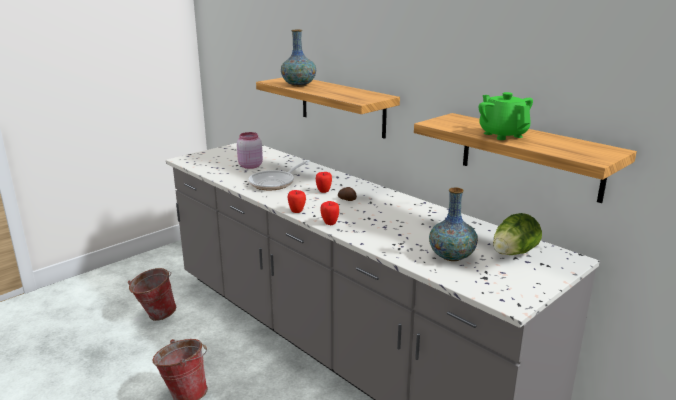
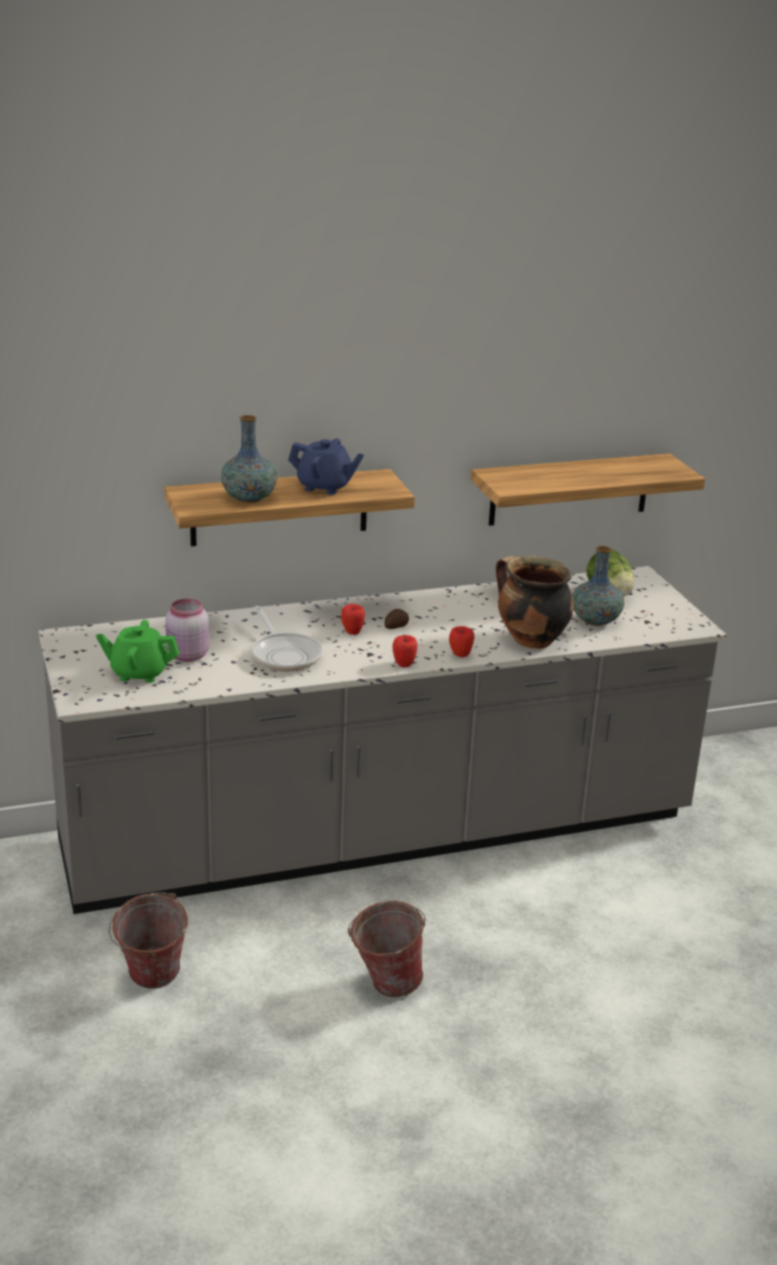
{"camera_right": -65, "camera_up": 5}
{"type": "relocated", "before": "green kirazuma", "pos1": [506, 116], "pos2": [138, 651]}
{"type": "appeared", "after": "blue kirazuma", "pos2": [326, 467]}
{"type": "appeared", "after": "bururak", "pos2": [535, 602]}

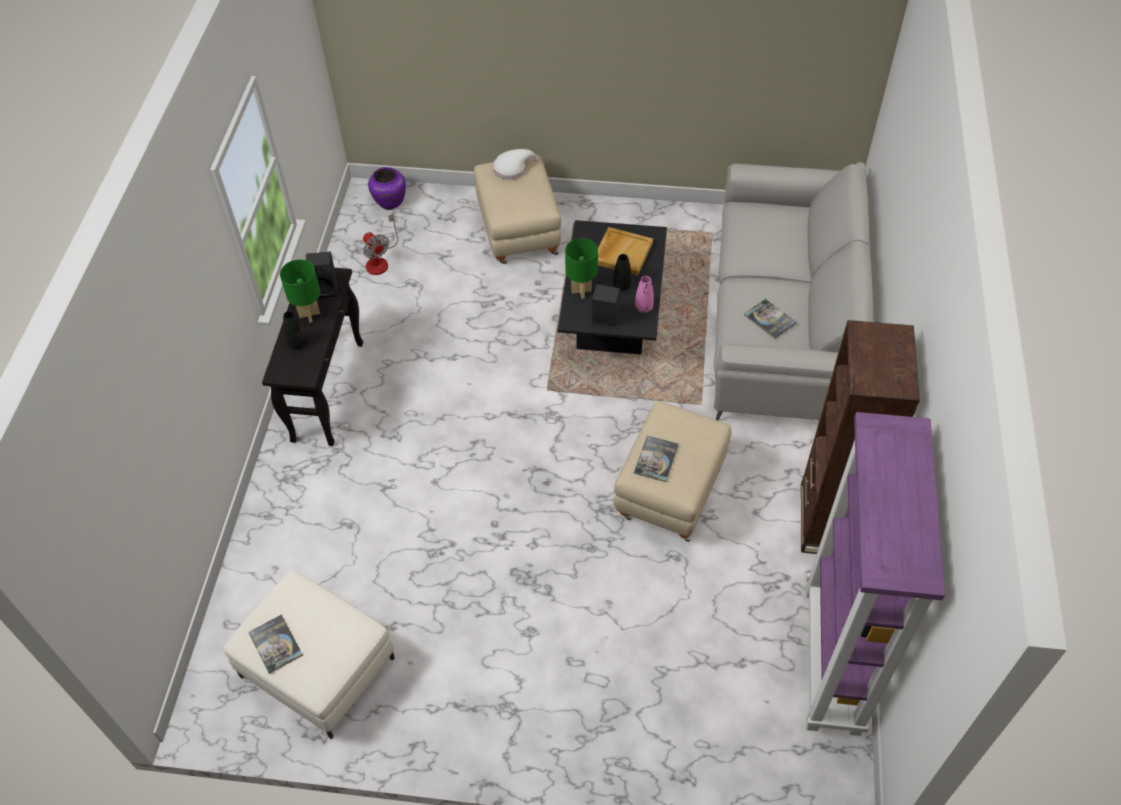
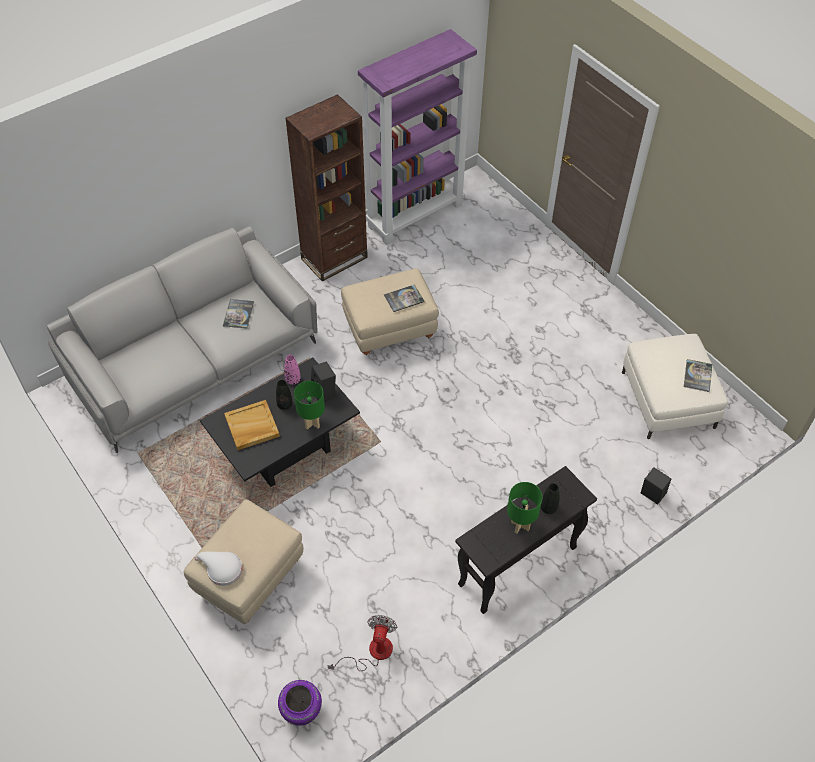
{"camera_right": -135, "camera_up": 0}
{"type": "relocated", "before": "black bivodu", "pos1": [322, 275], "pos2": [656, 486]}

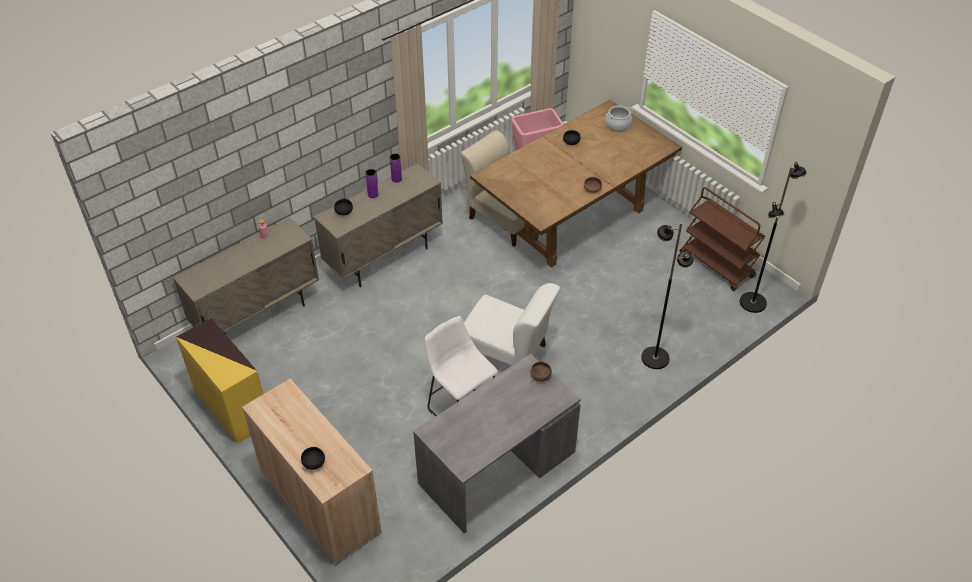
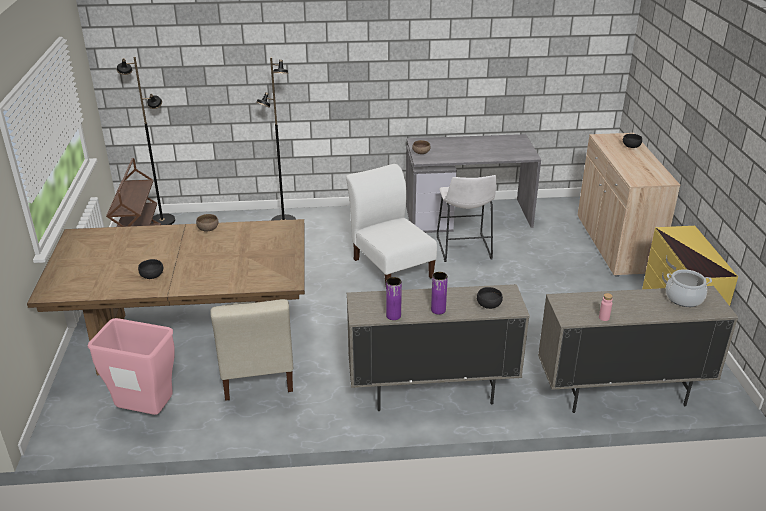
{"camera_right": -145, "camera_up": -15}
{"type": "relocated", "before": "bururak", "pos1": [619, 119], "pos2": [689, 288]}

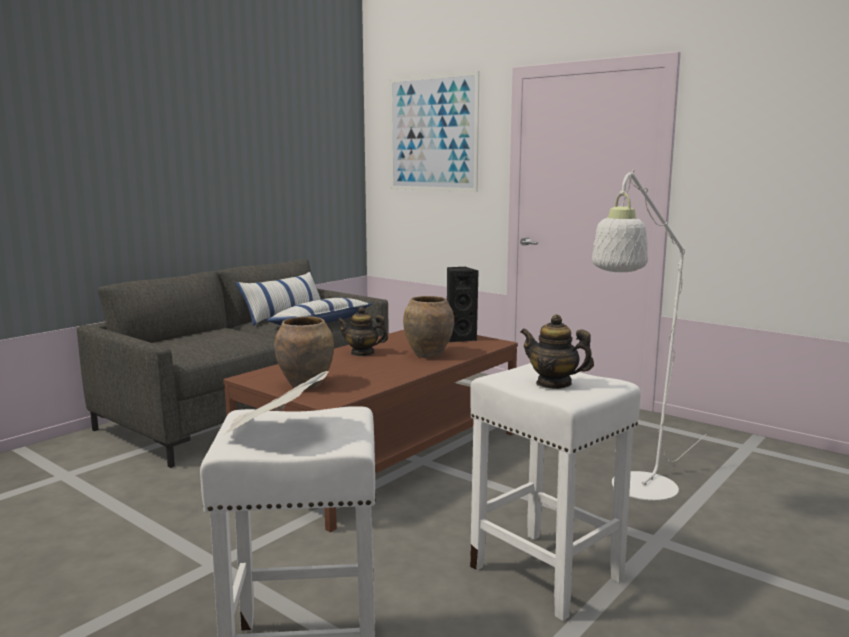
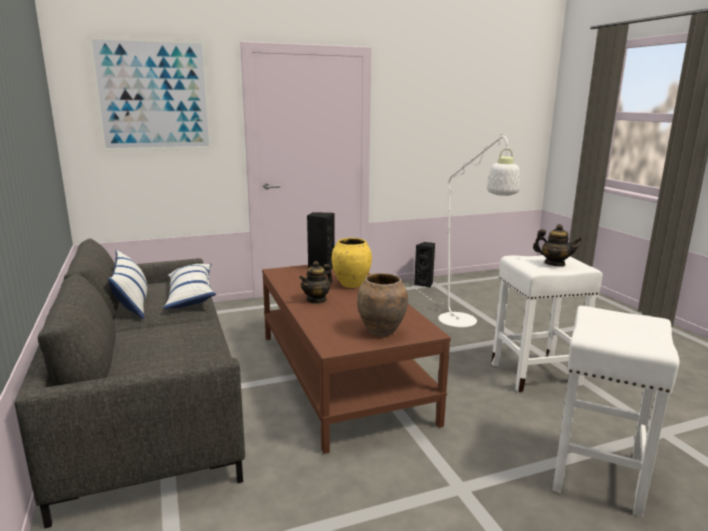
{"camera_right": -60, "camera_up": 5}
{"type": "missing", "before": "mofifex", "pos1": [275, 403]}
{"type": "colour", "before": "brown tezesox", "after": "yellow tezesox", "pos1": [428, 327], "pos2": [352, 263]}
{"type": "spun", "before": "kirazuma", "pos1": [557, 352], "pos2": [557, 245], "turn": -120}
{"type": "appeared", "after": "black bivodu", "pos2": [424, 265]}

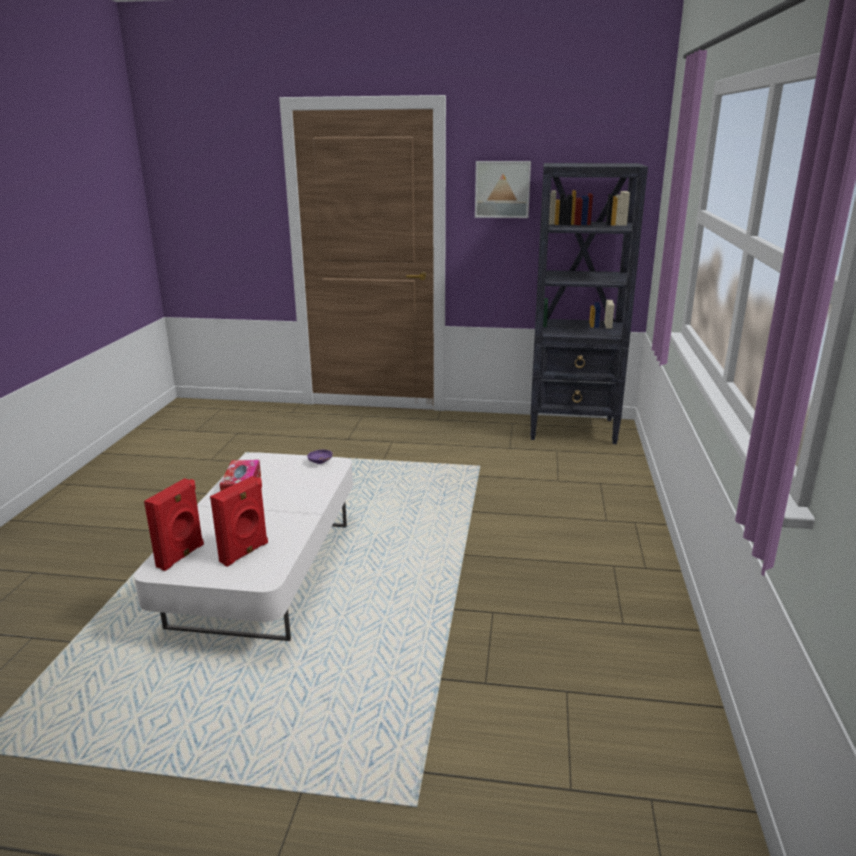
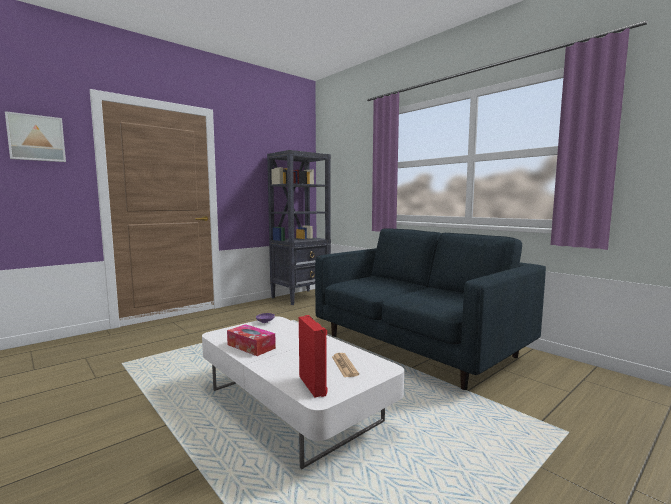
{"camera_right": -50, "camera_up": -15}
{"type": "exchanged", "before": "red bivodu", "after": "mofifex", "pos1": [239, 521], "pos2": [345, 365]}
{"type": "relocated", "before": "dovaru", "pos1": [503, 189], "pos2": [35, 136]}
{"type": "appeared", "after": "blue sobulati", "pos2": [430, 309]}

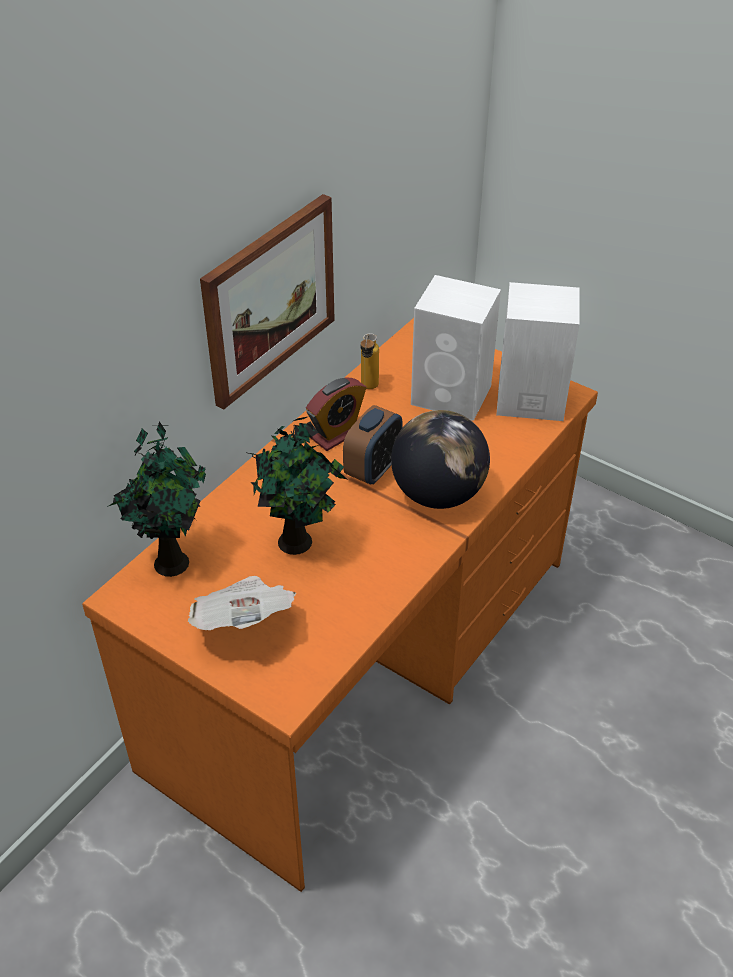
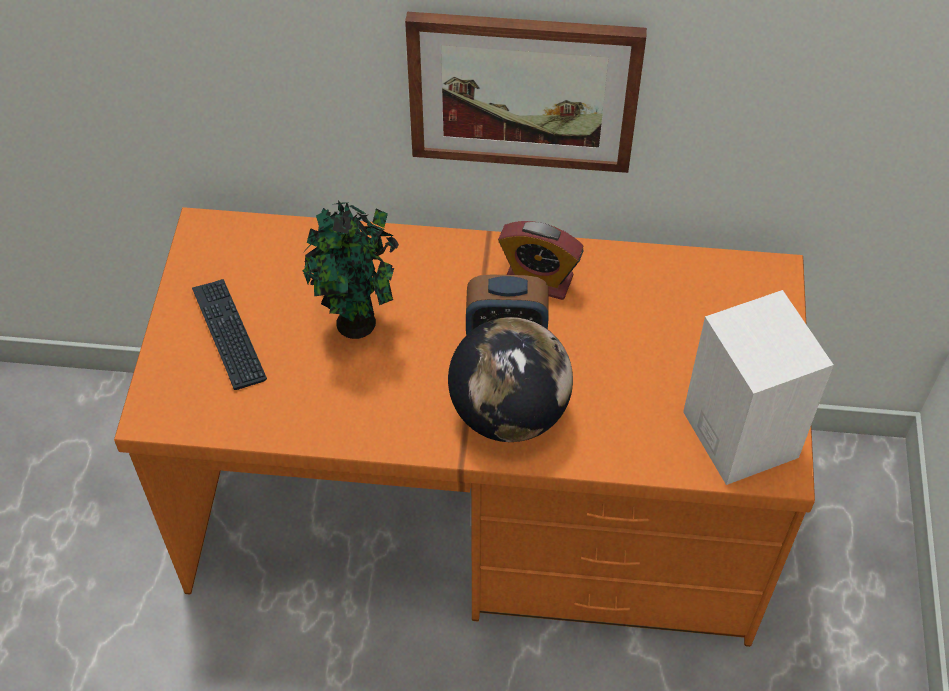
{"camera_right": 60, "camera_up": 10}
{"type": "missing", "before": "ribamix", "pos1": [156, 499]}
{"type": "exchanged", "before": "mofifex", "after": "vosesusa", "pos1": [242, 603], "pos2": [229, 334]}
{"type": "missing", "before": "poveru", "pos1": [369, 361]}
{"type": "missing", "before": "white bivodu", "pos1": [456, 348]}

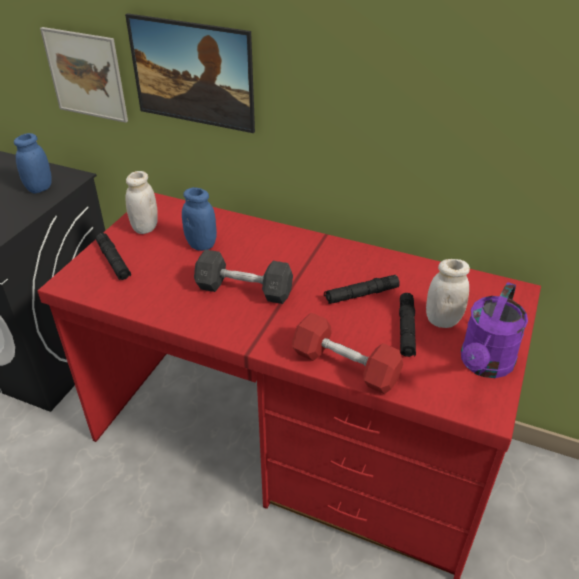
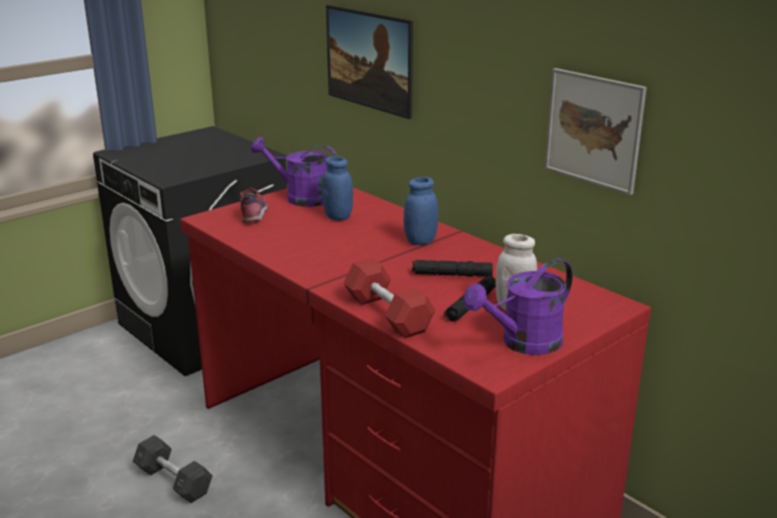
{"camera_right": 25, "camera_up": -15}
{"type": "relocated", "before": "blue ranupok", "pos1": [33, 163], "pos2": [421, 211]}
{"type": "relocated", "before": "dovaru", "pos1": [84, 75], "pos2": [596, 131]}
{"type": "exchanged", "before": "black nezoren", "after": "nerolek", "pos1": [113, 256], "pos2": [254, 205]}
{"type": "exchanged", "before": "white ranupok", "after": "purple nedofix", "pos1": [141, 202], "pos2": [294, 172]}
{"type": "relocated", "before": "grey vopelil", "pos1": [243, 276], "pos2": [173, 469]}

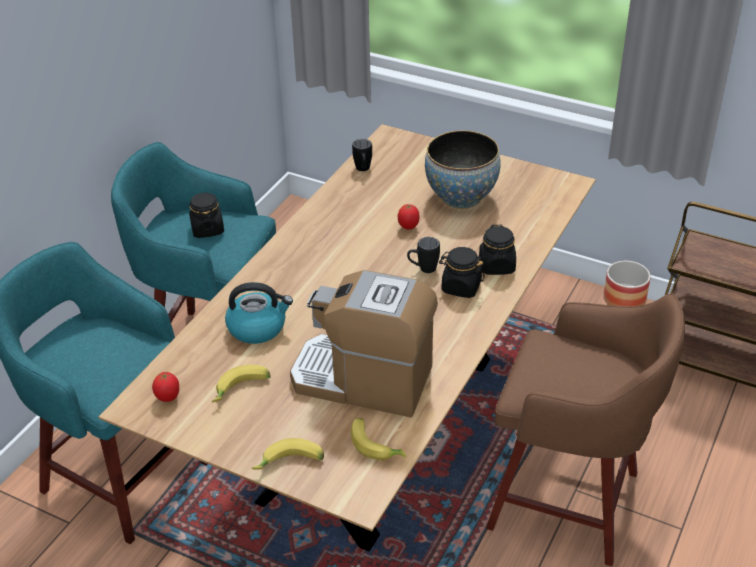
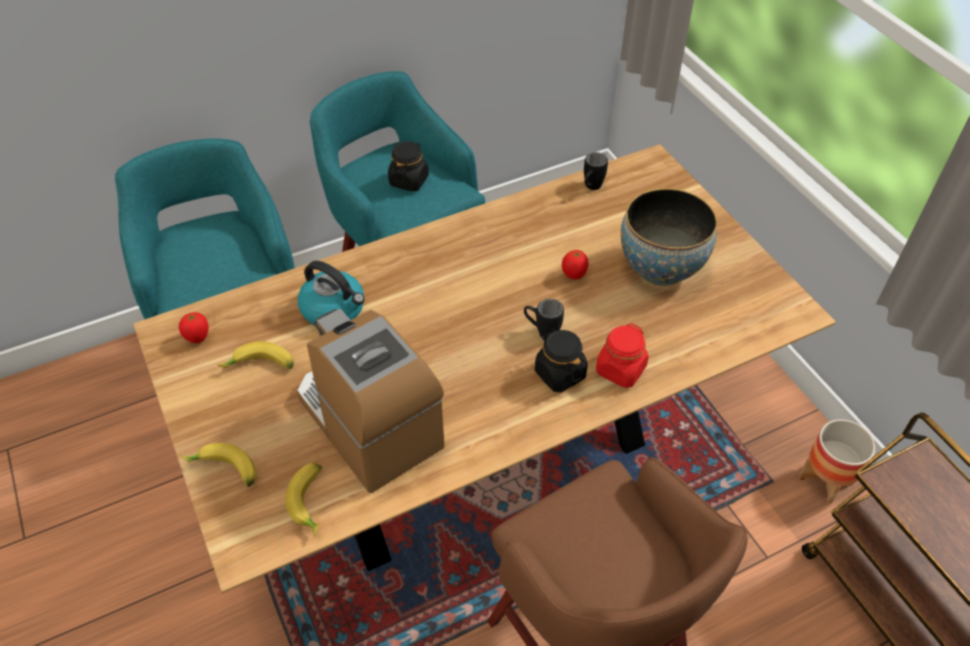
{"camera_right": 35, "camera_up": 10}
{"type": "colour", "before": "black ranupok", "after": "red ranupok", "pos1": [497, 250], "pos2": [622, 355]}

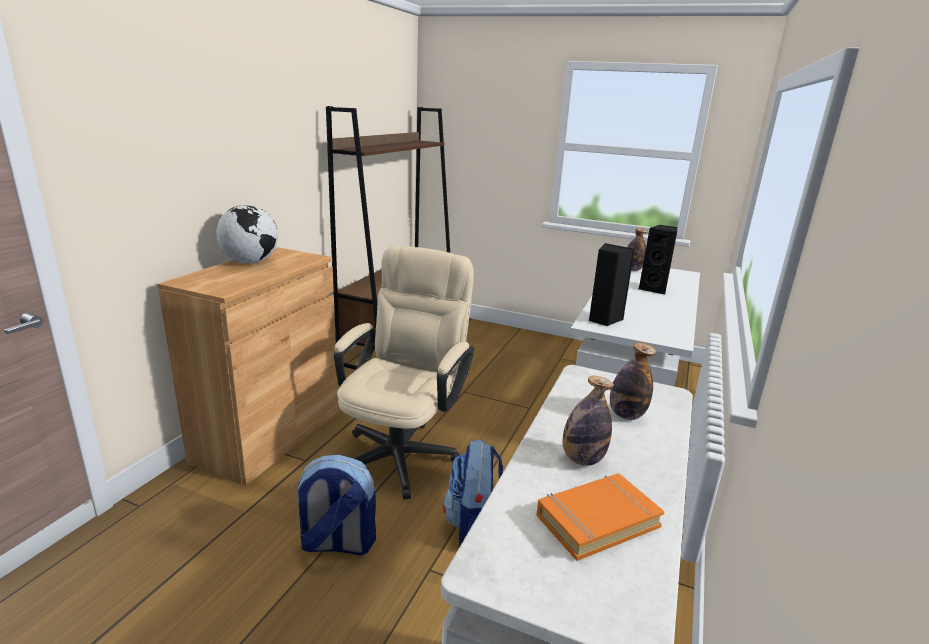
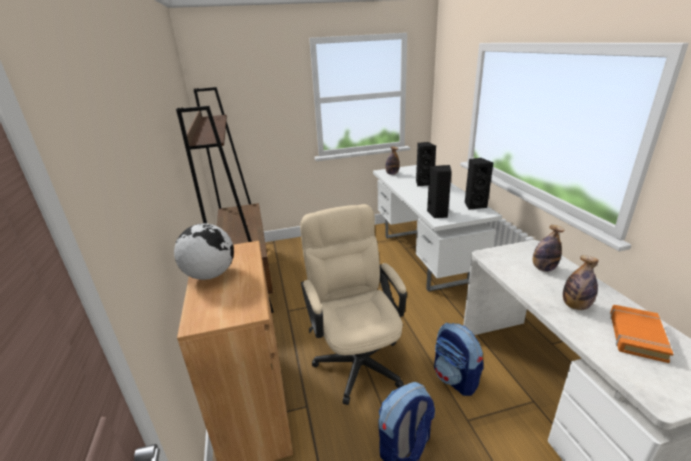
{"camera_right": -35, "camera_up": 5}
{"type": "appeared", "after": "black bivodu", "pos2": [479, 184]}

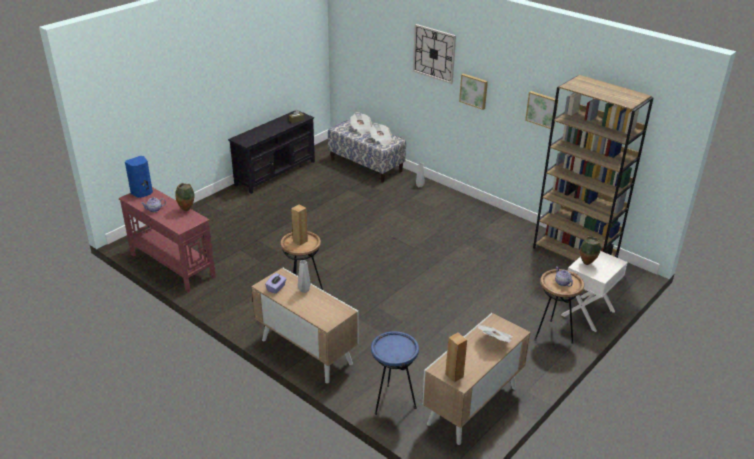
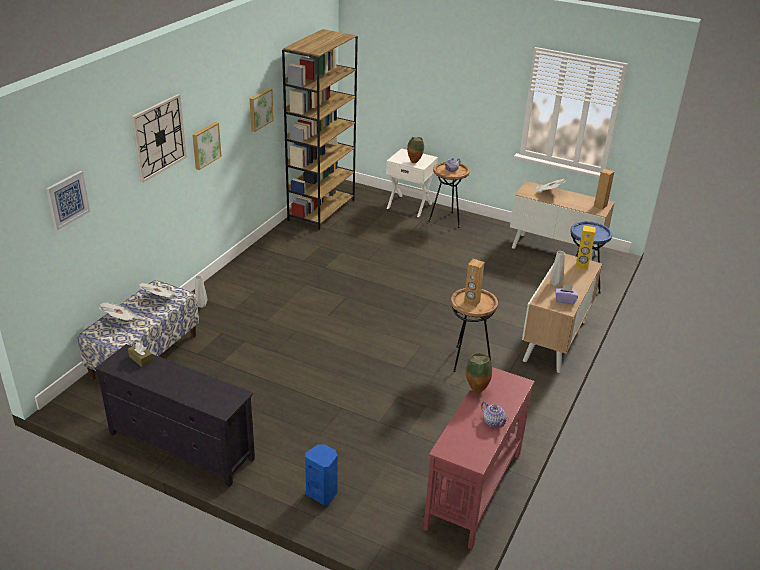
{"camera_right": -105, "camera_up": 0}
{"type": "relocated", "before": "blue bivodu", "pos1": [139, 177], "pos2": [321, 474]}
{"type": "appeared", "after": "dovaru", "pos2": [68, 200]}
{"type": "appeared", "after": "yellow bivodu", "pos2": [585, 247]}

